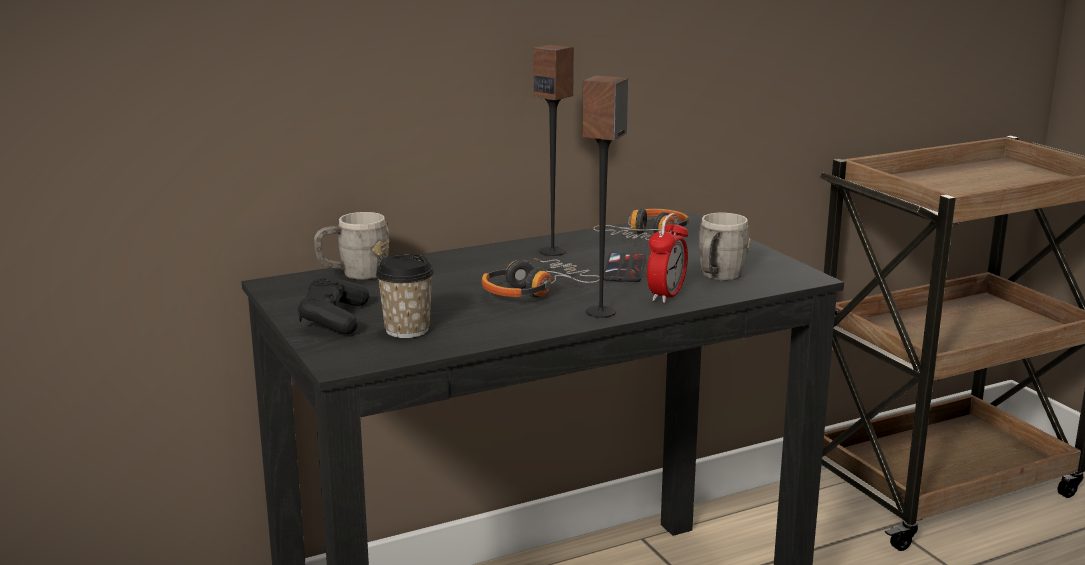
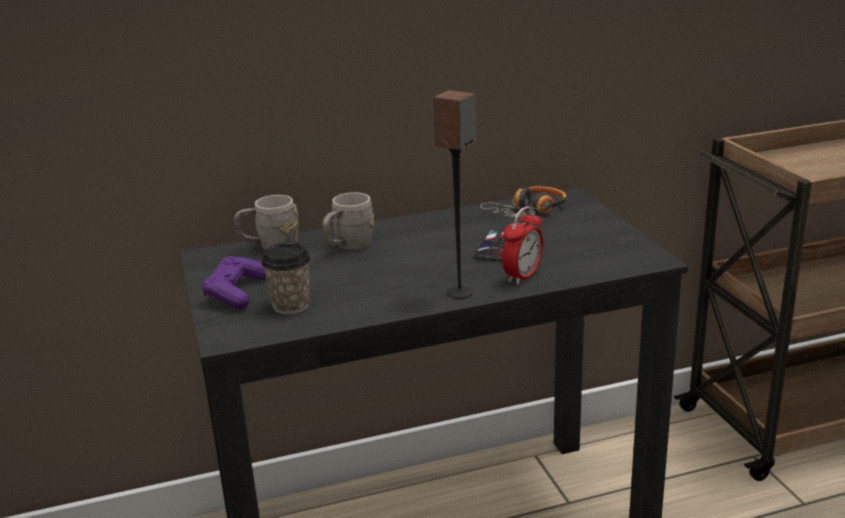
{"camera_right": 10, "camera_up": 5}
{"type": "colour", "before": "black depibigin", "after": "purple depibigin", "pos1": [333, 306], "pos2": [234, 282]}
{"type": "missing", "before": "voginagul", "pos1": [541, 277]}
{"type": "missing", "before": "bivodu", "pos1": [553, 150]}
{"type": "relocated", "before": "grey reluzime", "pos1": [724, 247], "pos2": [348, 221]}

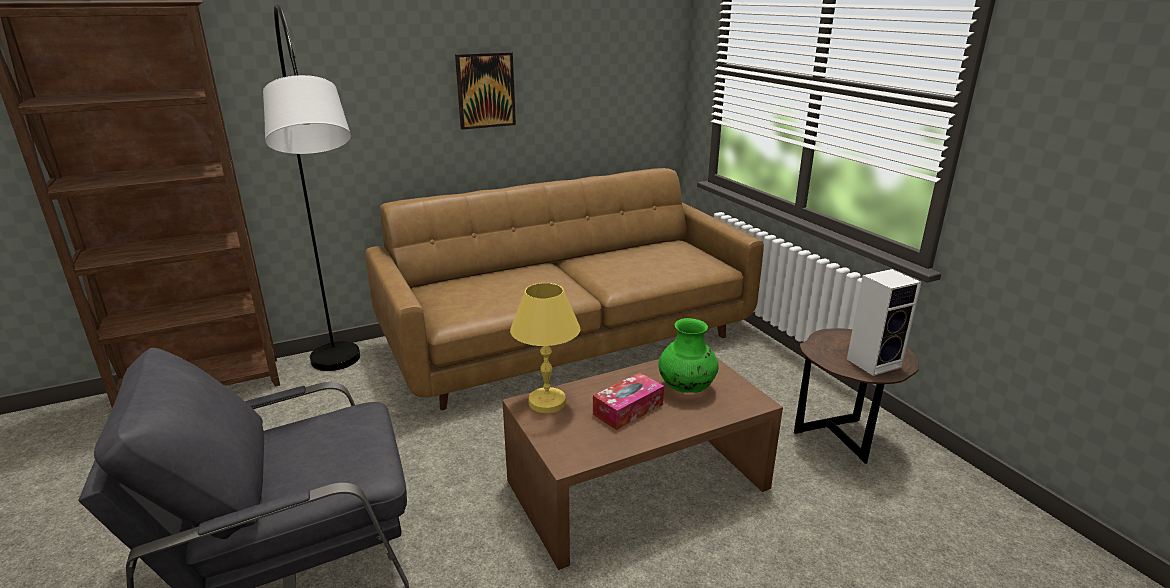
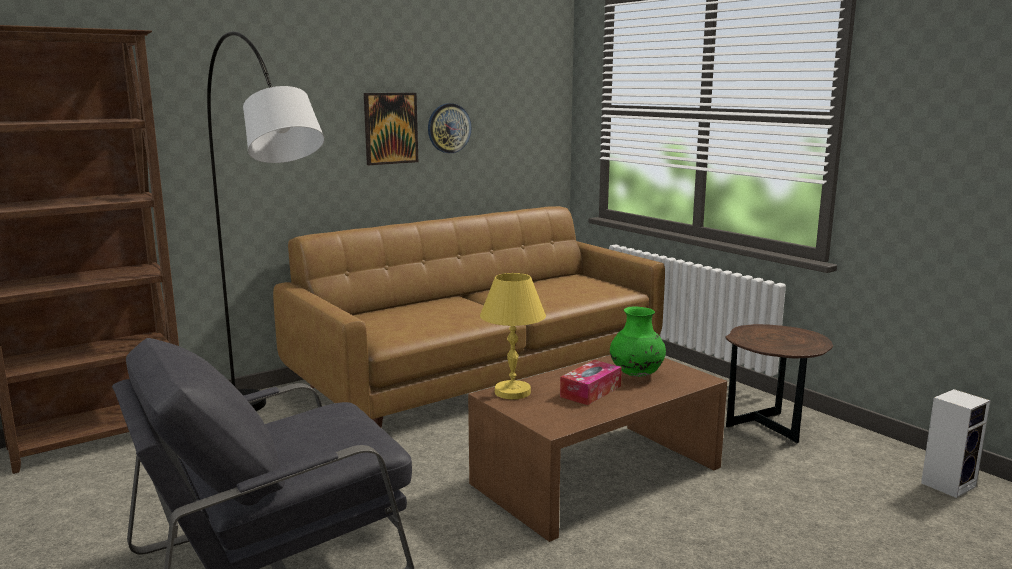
{"camera_right": -10, "camera_up": -10}
{"type": "relocated", "before": "bivodu", "pos1": [884, 322], "pos2": [956, 443]}
{"type": "appeared", "after": "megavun", "pos2": [450, 128]}

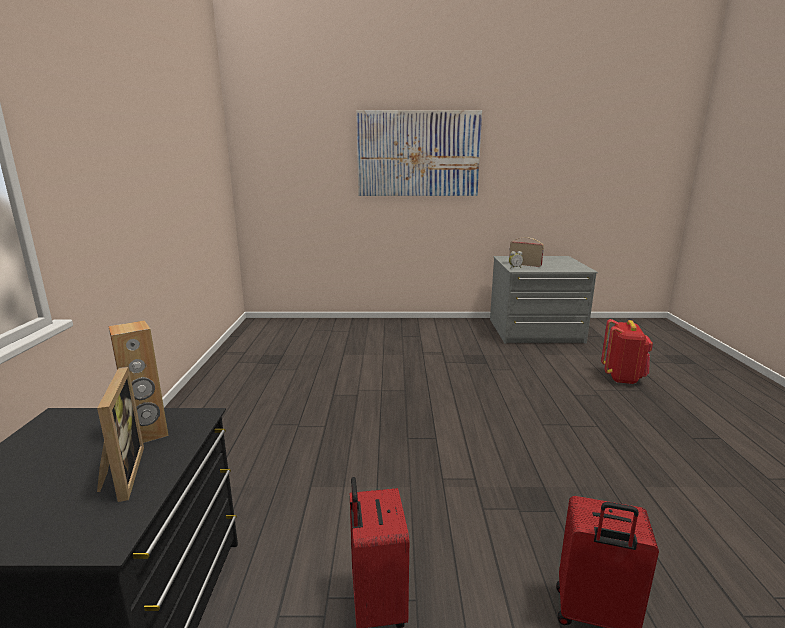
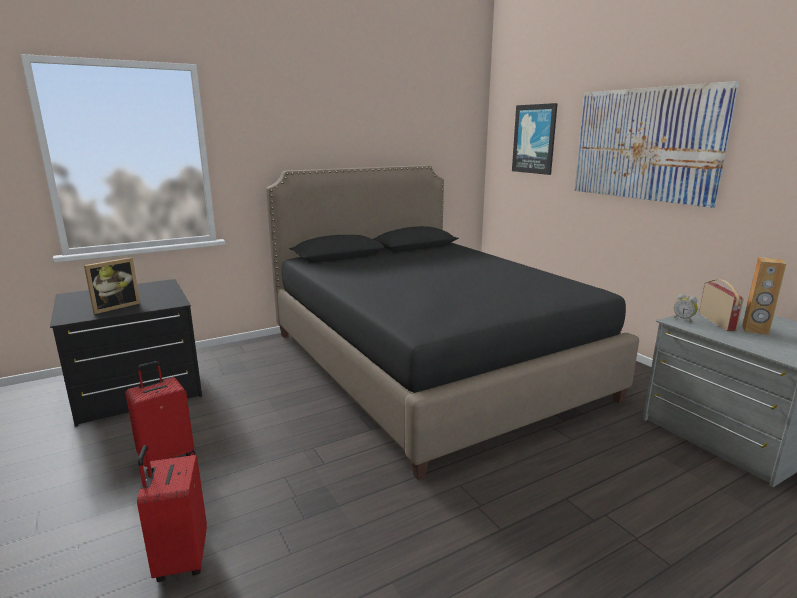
{"camera_right": 60, "camera_up": 0}
{"type": "relocated", "before": "brown bivodu", "pos1": [138, 381], "pos2": [764, 296]}
{"type": "missing", "before": "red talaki", "pos1": [627, 351]}
{"type": "appeared", "after": "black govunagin", "pos2": [452, 322]}
{"type": "appeared", "after": "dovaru", "pos2": [535, 139]}

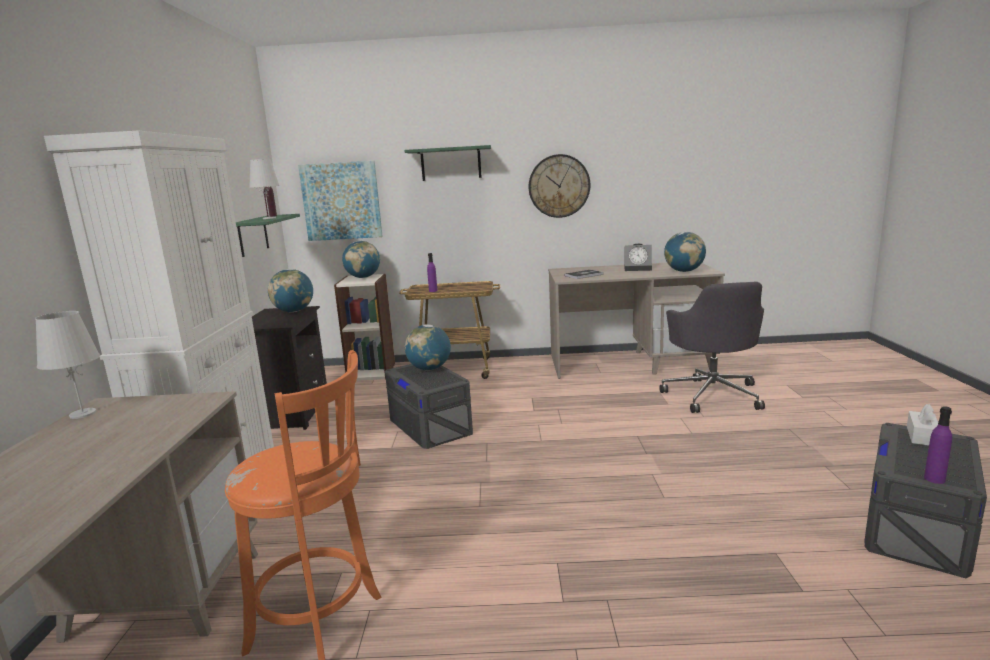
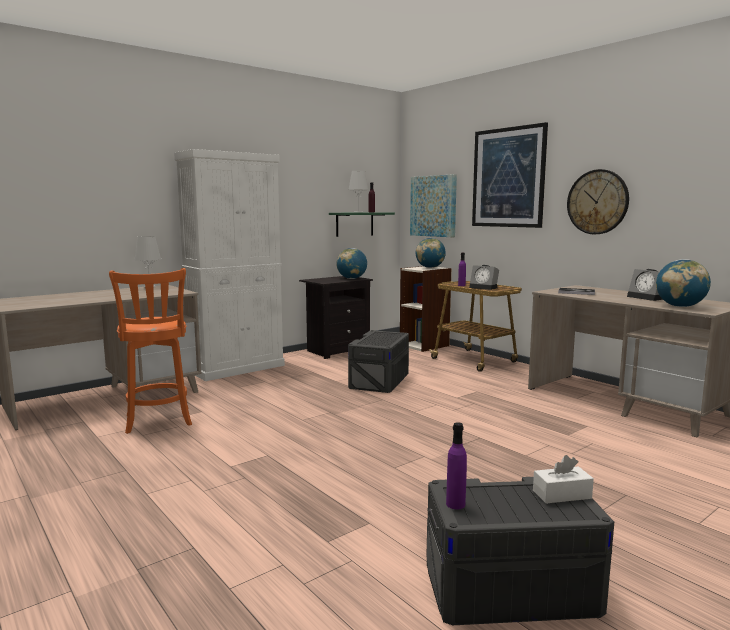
{"camera_right": 50, "camera_up": -5}
{"type": "exchanged", "before": "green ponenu", "after": "dovaru", "pos1": [447, 163], "pos2": [510, 175]}
{"type": "missing", "before": "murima", "pos1": [428, 347]}
{"type": "missing", "before": "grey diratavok", "pos1": [712, 347]}
{"type": "appeared", "after": "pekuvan", "pos2": [484, 277]}

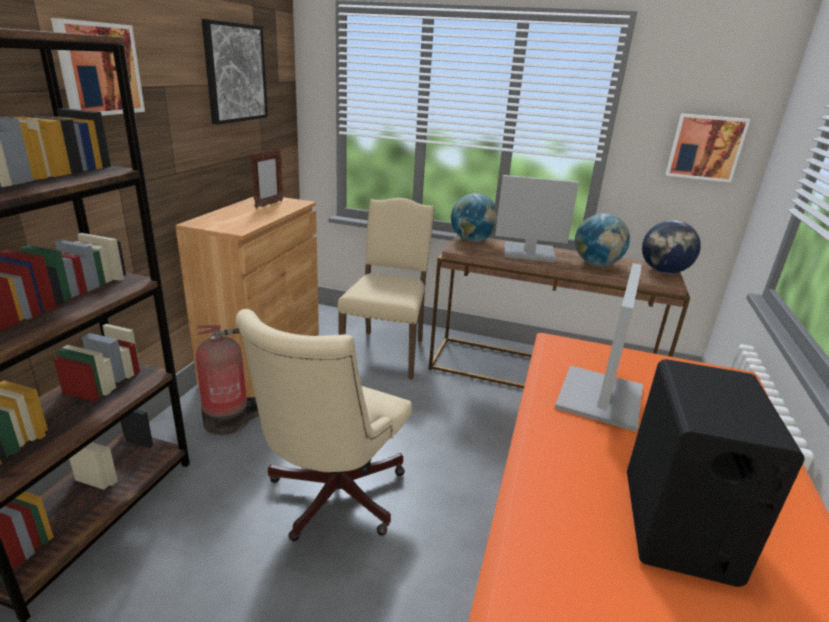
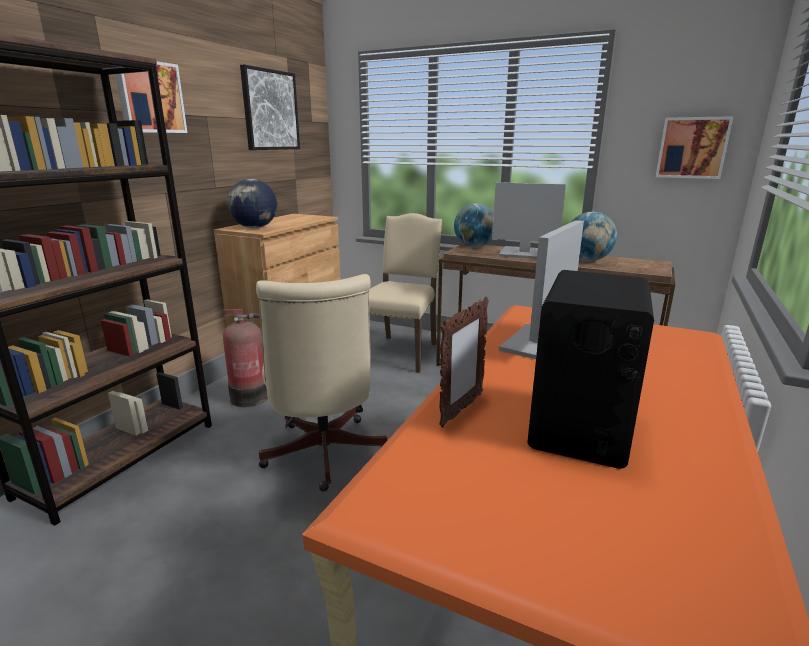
{"camera_right": 10, "camera_up": -5}
{"type": "spun", "before": "beige diratavok", "pos1": [323, 425], "pos2": [322, 382], "turn": -45}
{"type": "relocated", "before": "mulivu", "pos1": [266, 178], "pos2": [464, 362]}
{"type": "relocated", "before": "murima", "pos1": [671, 247], "pos2": [252, 203]}

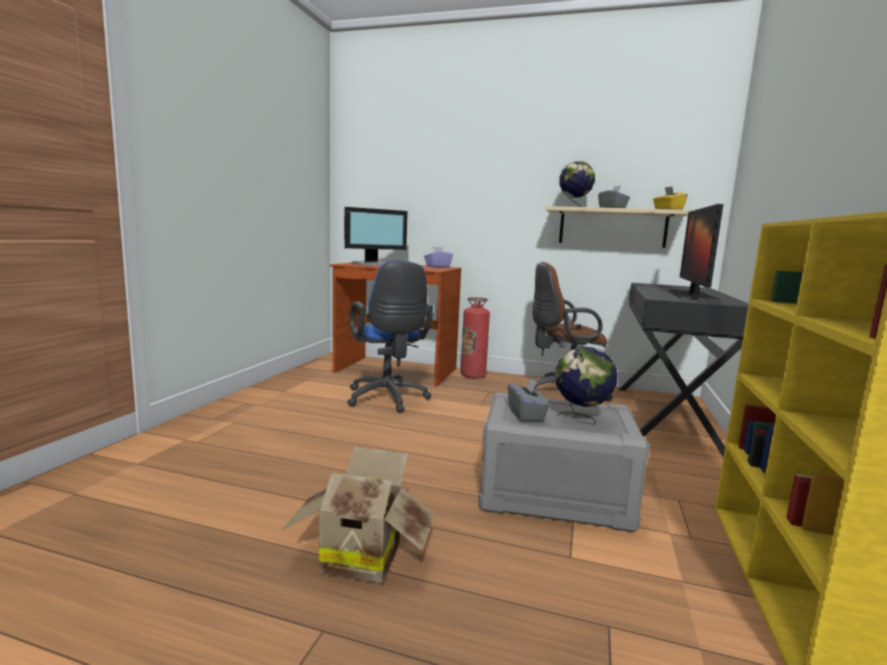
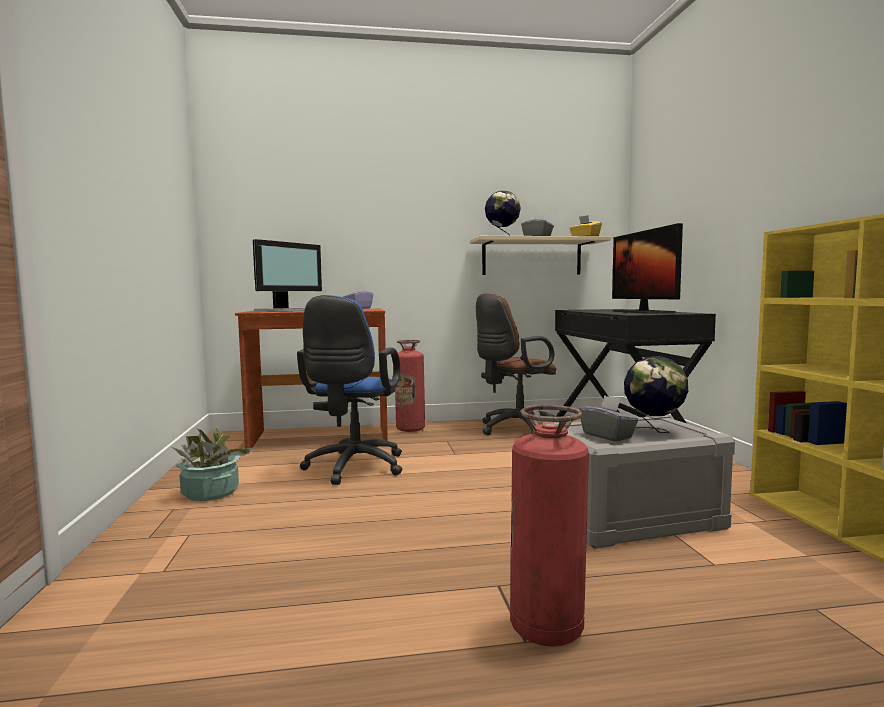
{"camera_right": -25, "camera_up": -5}
{"type": "exchanged", "before": "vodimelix", "after": "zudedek", "pos1": [358, 515], "pos2": [549, 526]}
{"type": "spun", "before": "blue diratavok", "pos1": [390, 336], "pos2": [350, 390], "turn": 60}
{"type": "appeared", "after": "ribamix", "pos2": [213, 464]}

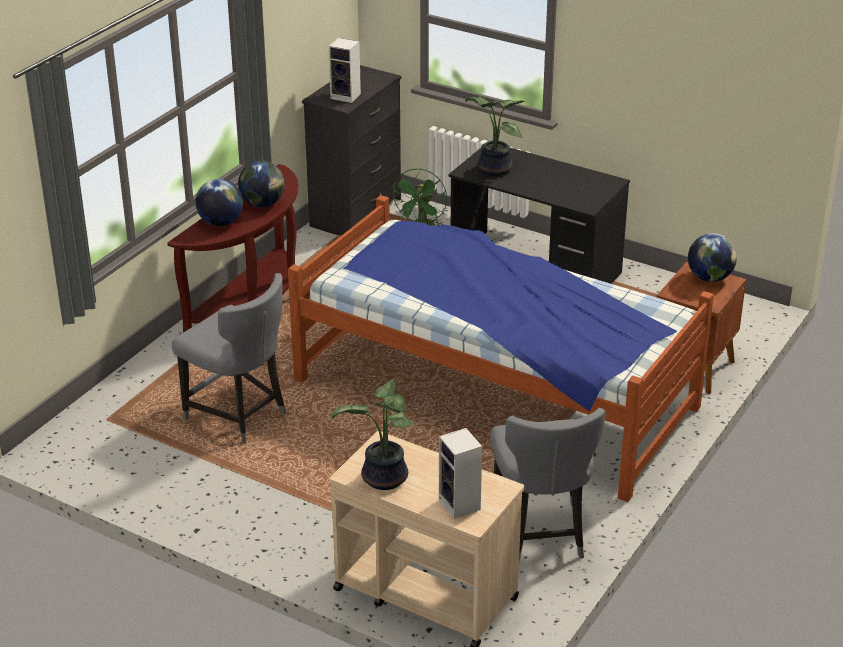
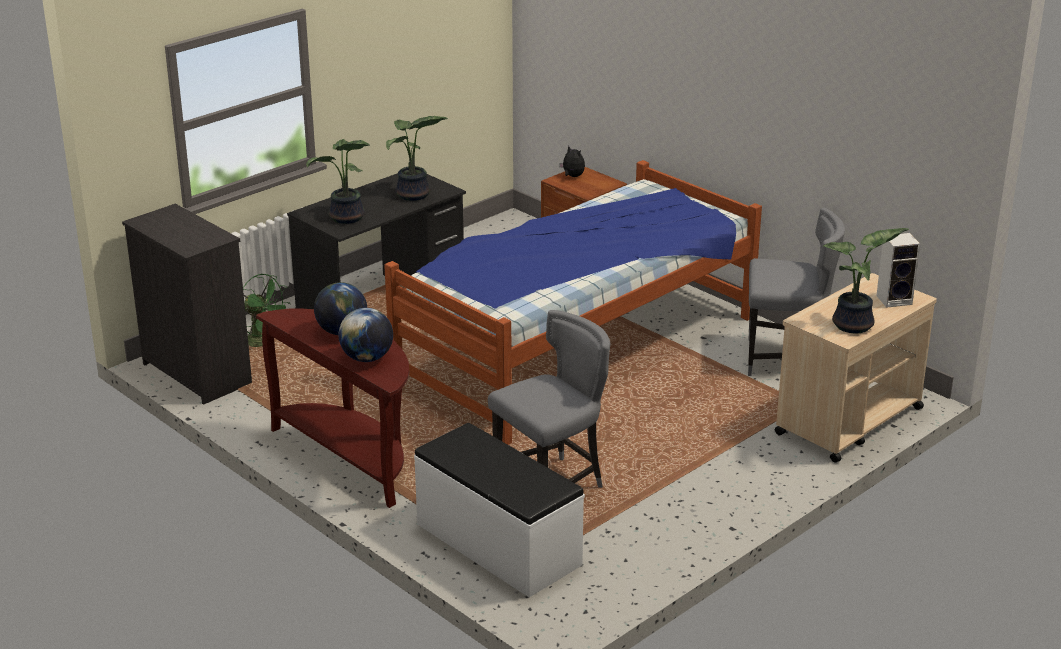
{"camera_right": -75, "camera_up": -5}
{"type": "missing", "before": "bivodu", "pos1": [345, 70]}
{"type": "exchanged", "before": "murima", "after": "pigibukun", "pos1": [712, 257], "pos2": [572, 161]}
{"type": "appeared", "after": "ribamix", "pos2": [417, 158]}
{"type": "appeared", "after": "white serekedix", "pos2": [499, 510]}

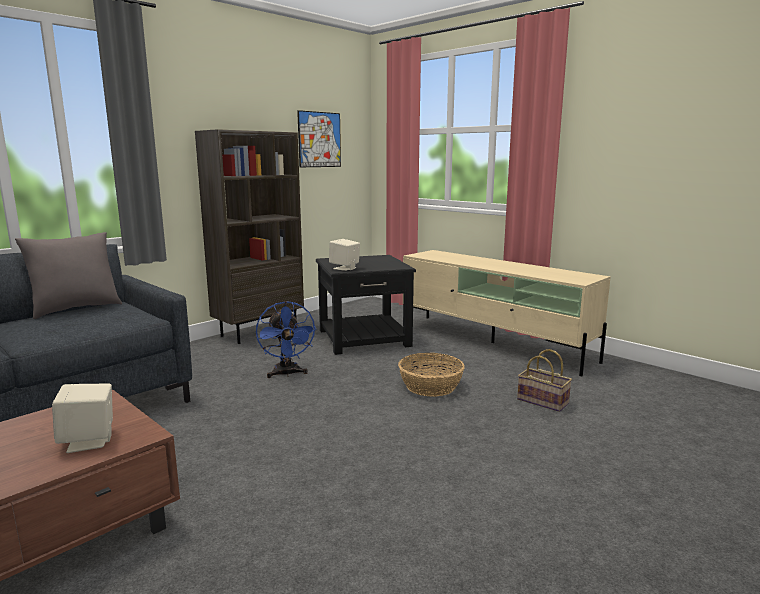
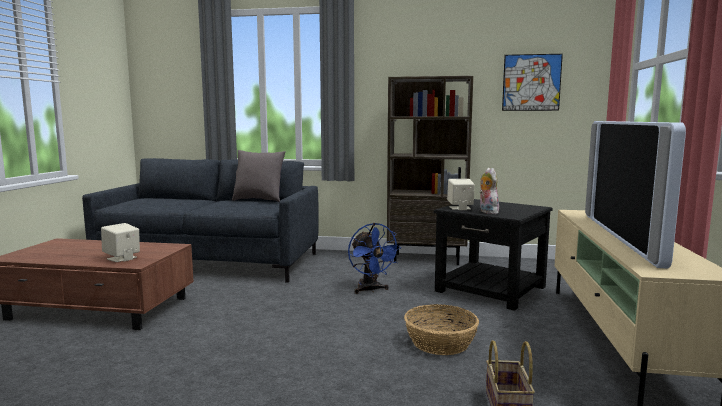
{"camera_right": 55, "camera_up": -5}
{"type": "spun", "before": "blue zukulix", "pos1": [286, 339], "pos2": [374, 258], "turn": -60}
{"type": "appeared", "after": "pigibukun", "pos2": [489, 191]}
{"type": "appeared", "after": "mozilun", "pos2": [635, 195]}

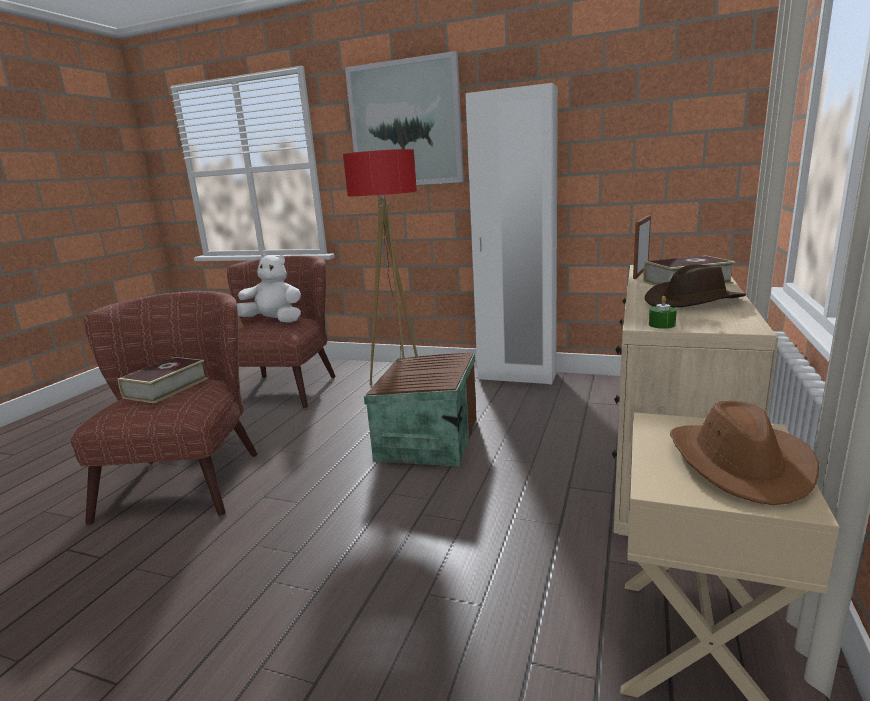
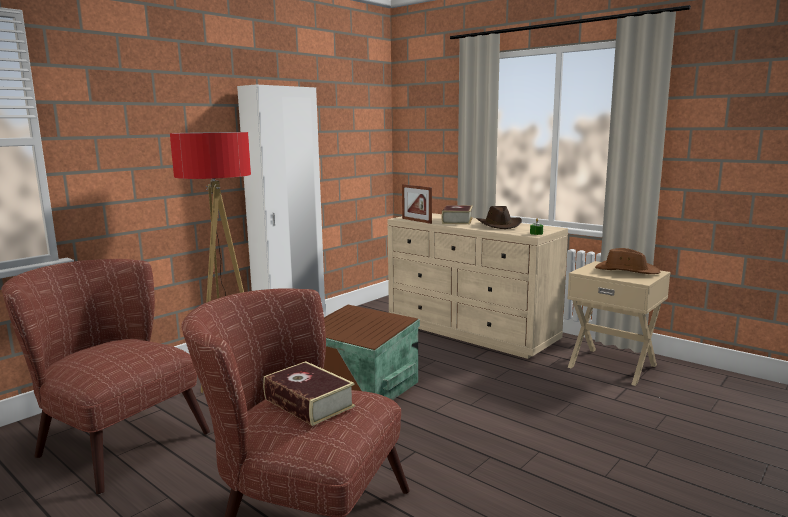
{"camera_right": -70, "camera_up": -5}
{"type": "missing", "before": "white pigibukun", "pos1": [269, 288]}
{"type": "missing", "before": "dovaru", "pos1": [404, 118]}

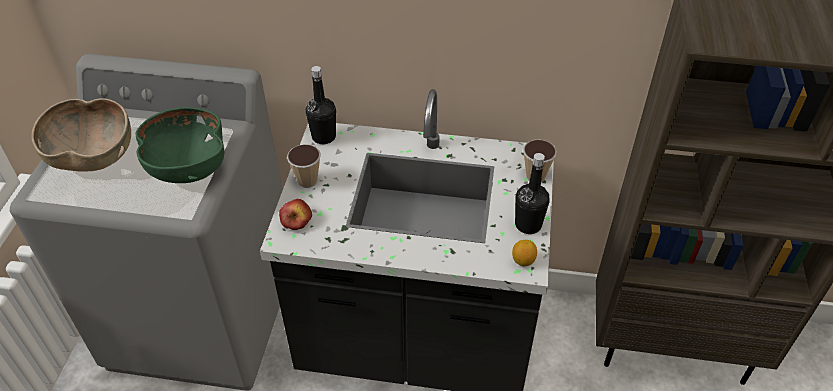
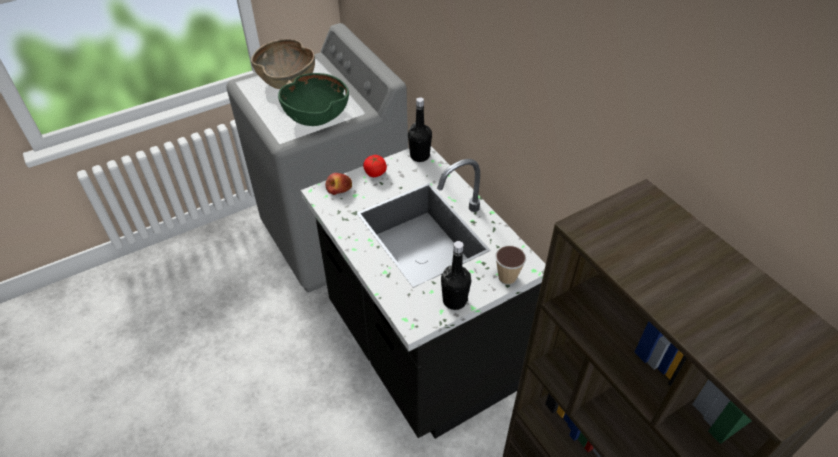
{"camera_right": 50, "camera_up": 0}
{"type": "exchanged", "before": "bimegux", "after": "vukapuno", "pos1": [304, 166], "pos2": [375, 166]}
{"type": "missing", "before": "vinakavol", "pos1": [524, 253]}

